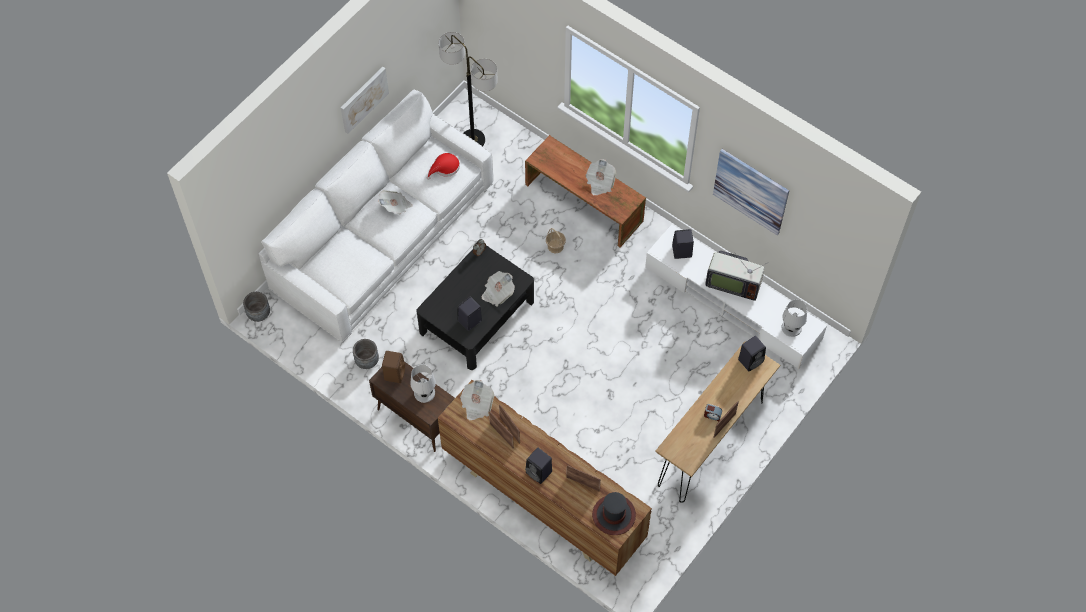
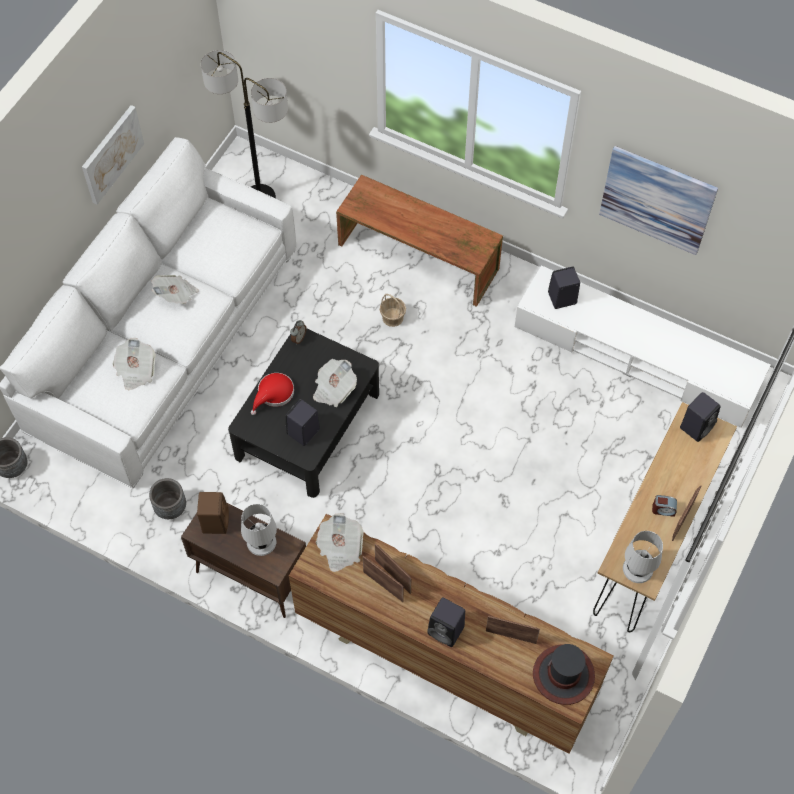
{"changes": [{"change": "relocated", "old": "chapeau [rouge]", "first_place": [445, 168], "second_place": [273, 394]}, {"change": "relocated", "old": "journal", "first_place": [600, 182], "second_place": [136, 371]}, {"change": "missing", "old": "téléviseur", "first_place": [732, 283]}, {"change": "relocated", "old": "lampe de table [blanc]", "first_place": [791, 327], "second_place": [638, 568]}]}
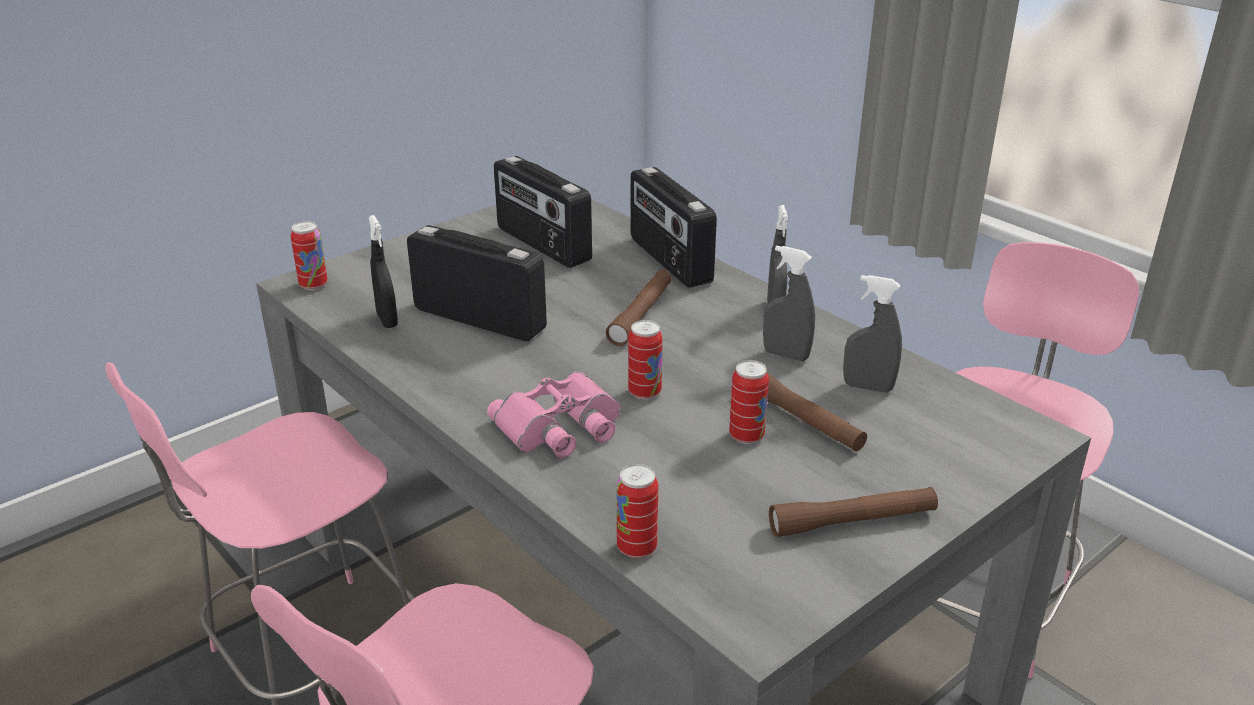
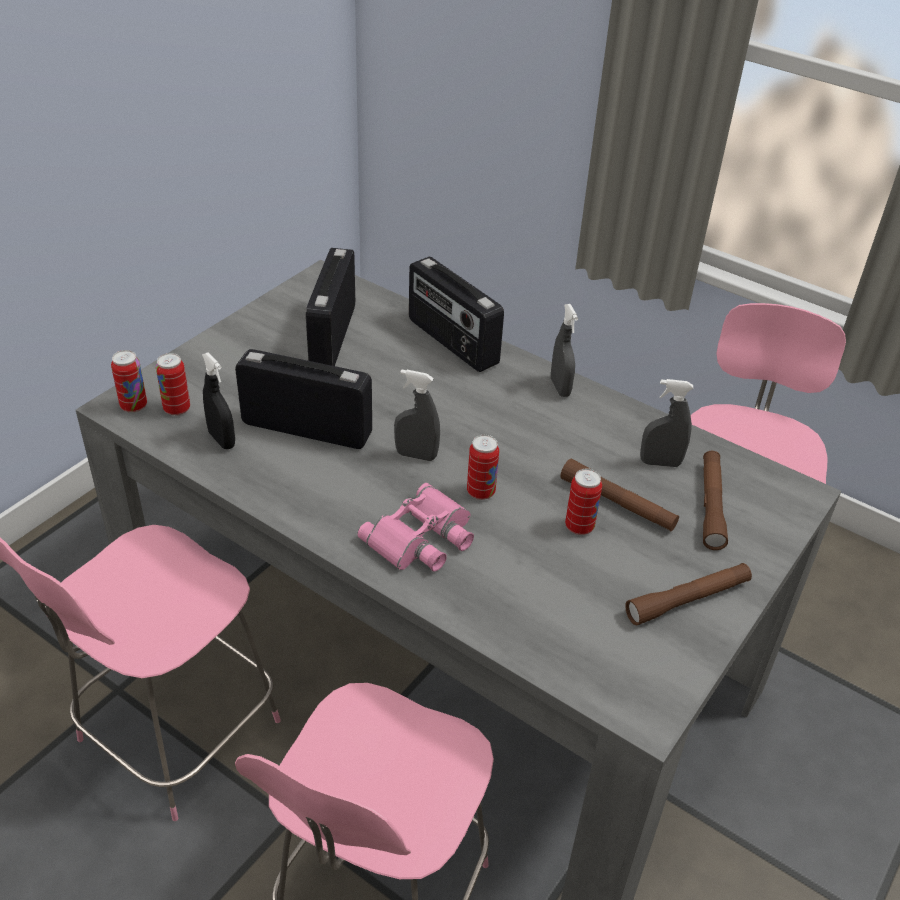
{"changes": [{"change": "spun", "old": "radio", "first_place": [542, 245], "second_place": [331, 335], "degrees": 60}, {"change": "relocated", "old": "vaporisateur [gris]", "first_place": [786, 355], "second_place": [416, 455]}, {"change": "relocated", "old": "lampe de poche [marron]", "first_place": [641, 315], "second_place": [711, 505]}, {"change": "relocated", "old": "boîte métallique", "first_place": [637, 548], "second_place": [177, 409]}]}
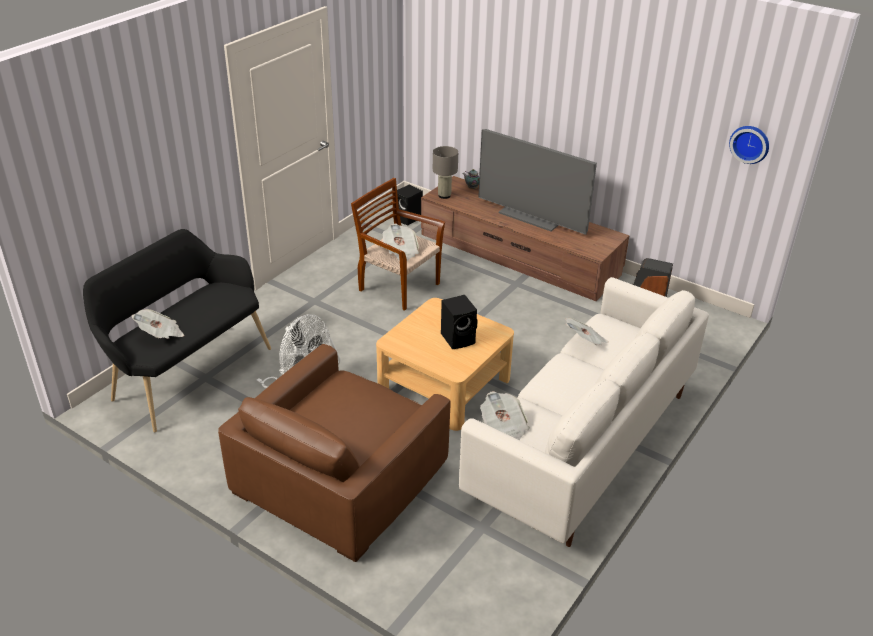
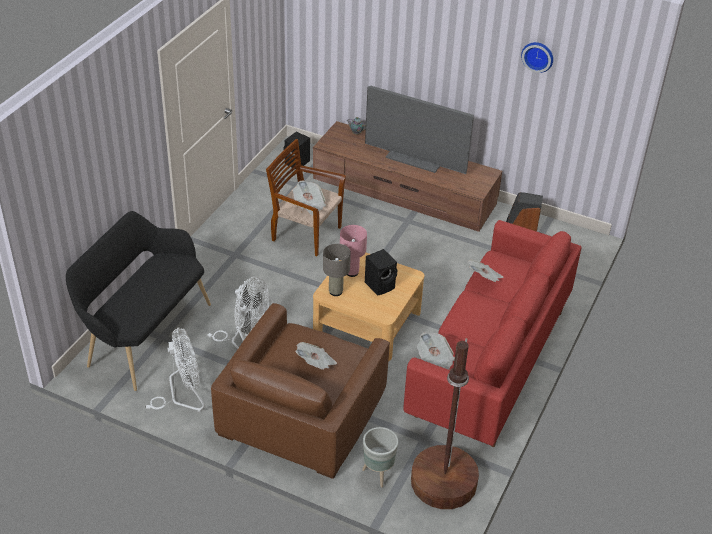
{"changes": [{"change": "relocated", "old": "horloge murale", "first_place": [750, 143], "second_place": [538, 56]}, {"change": "relocated", "old": "lampe de table [gris]", "first_place": [444, 196], "second_place": [336, 292]}, {"change": "colour", "old": "canapé [blanc]", "new": "canapé [rouge]", "first_place": [582, 444], "second_place": [489, 362]}, {"change": "relocated", "old": "journal", "first_place": [161, 334], "second_place": [316, 363]}, {"change": "appeared", "new": "lampe de table [rose]", "second_place": [352, 272]}, {"change": "appeared", "new": "ventilateur [blanc]", "second_place": [182, 390]}, {"change": "appeared", "new": "lampadaire [marron]", "second_place": [444, 483]}, {"change": "appeared", "new": "cache-pot [gris]", "second_place": [378, 474]}]}
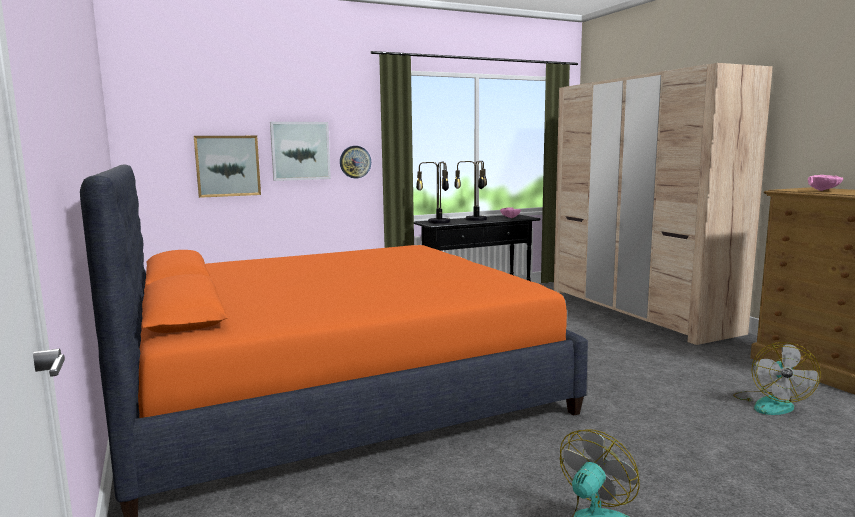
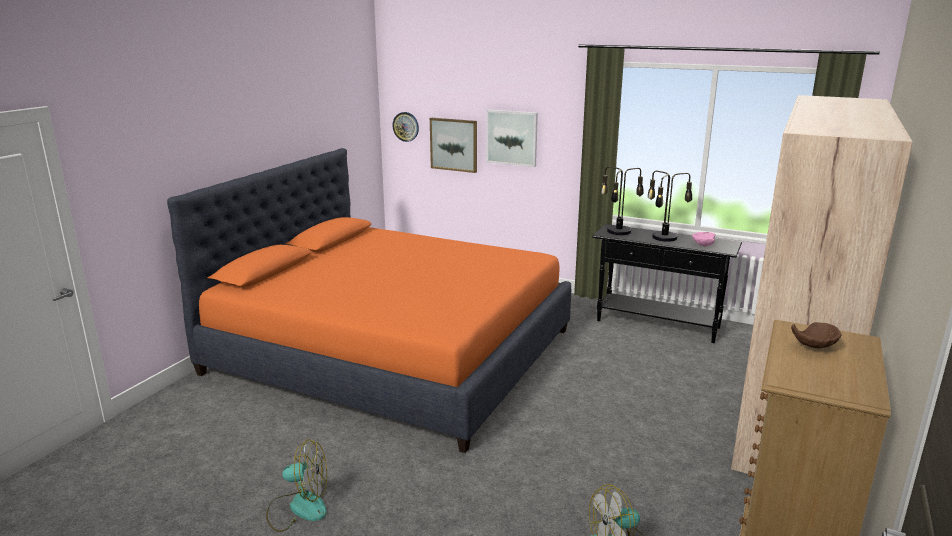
{"changes": [{"change": "relocated", "old": "horloge murale", "first_place": [355, 162], "second_place": [406, 126]}, {"change": "colour", "old": "bol [rose]", "new": "bol [marron]", "first_place": [824, 190], "second_place": [813, 348]}]}
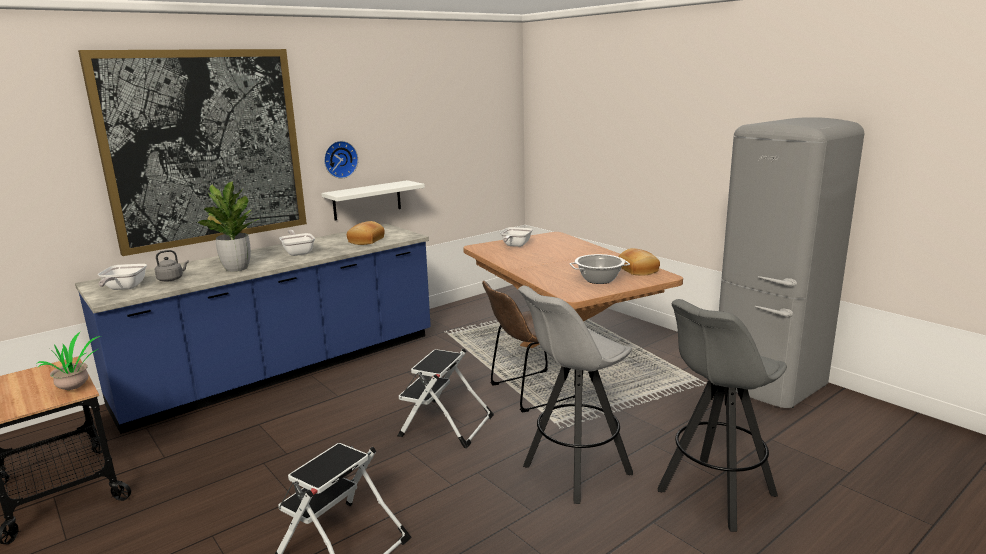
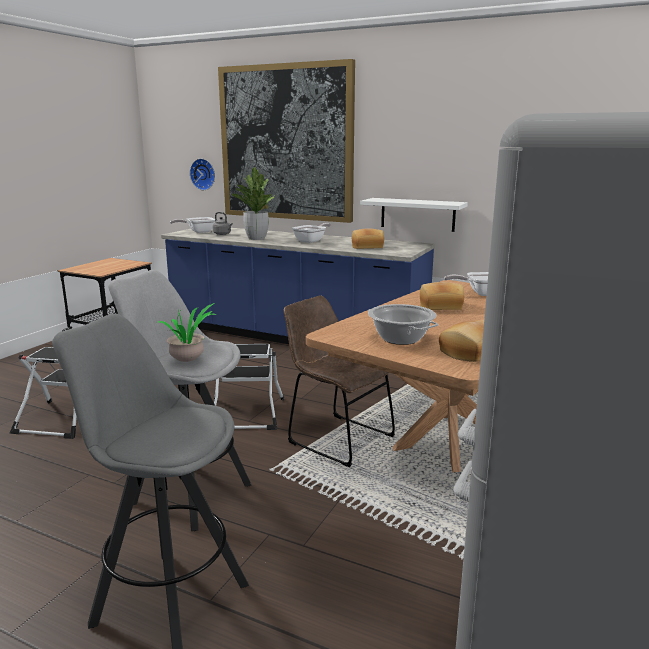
{"changes": [{"change": "relocated", "old": "horloge murale", "first_place": [339, 159], "second_place": [203, 174]}, {"change": "relocated", "old": "plante en pot", "first_place": [76, 388], "second_place": [190, 361]}, {"change": "appeared", "new": "pain", "second_place": [440, 306]}]}
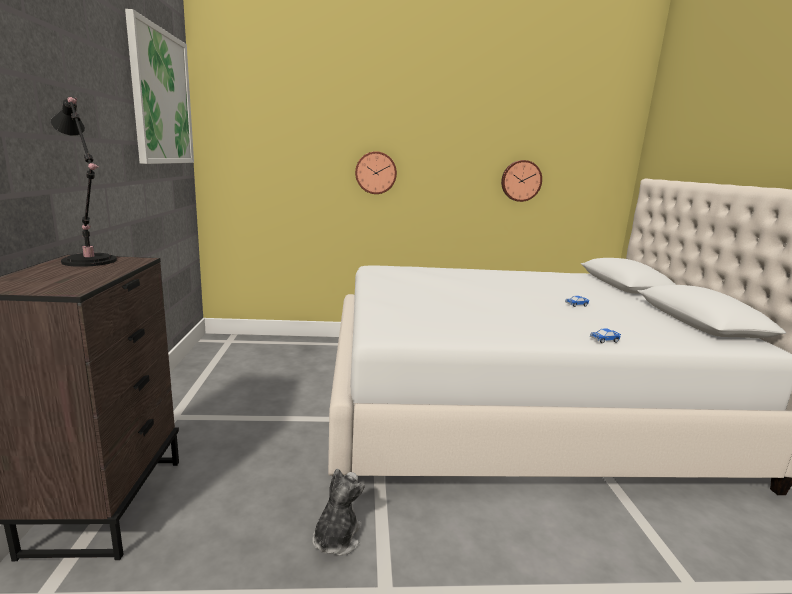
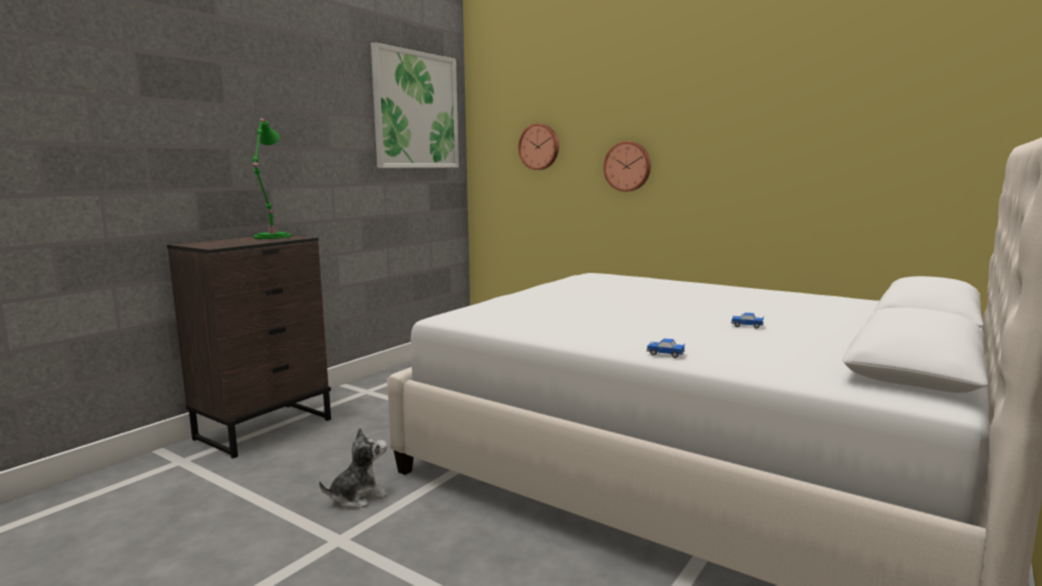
{"changes": [{"change": "colour", "old": "lampe de table [noir]", "new": "lampe de table [vert]", "first_place": [90, 262], "second_place": [271, 237]}, {"change": "relocated", "old": "horloge murale", "first_place": [520, 180], "second_place": [539, 147]}]}
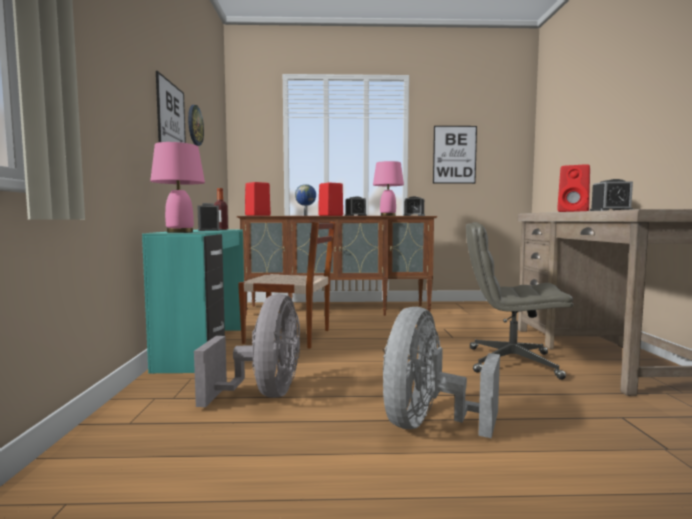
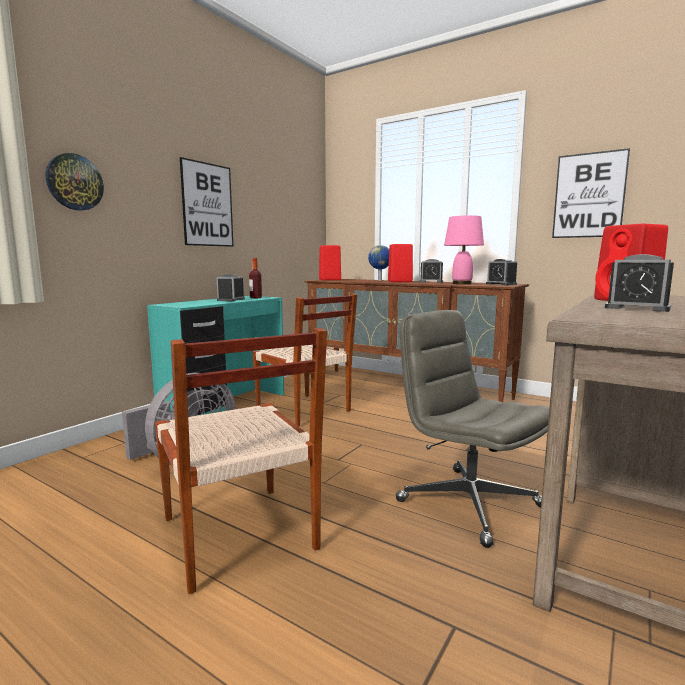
{"changes": [{"change": "relocated", "old": "horloge murale", "first_place": [194, 125], "second_place": [74, 182]}, {"change": "missing", "old": "lampe de table [rose]", "first_place": [179, 232]}, {"change": "exchanged", "old": "ventilateur [gris]", "new": "chaise", "first_place": [428, 424], "second_place": [239, 537]}]}
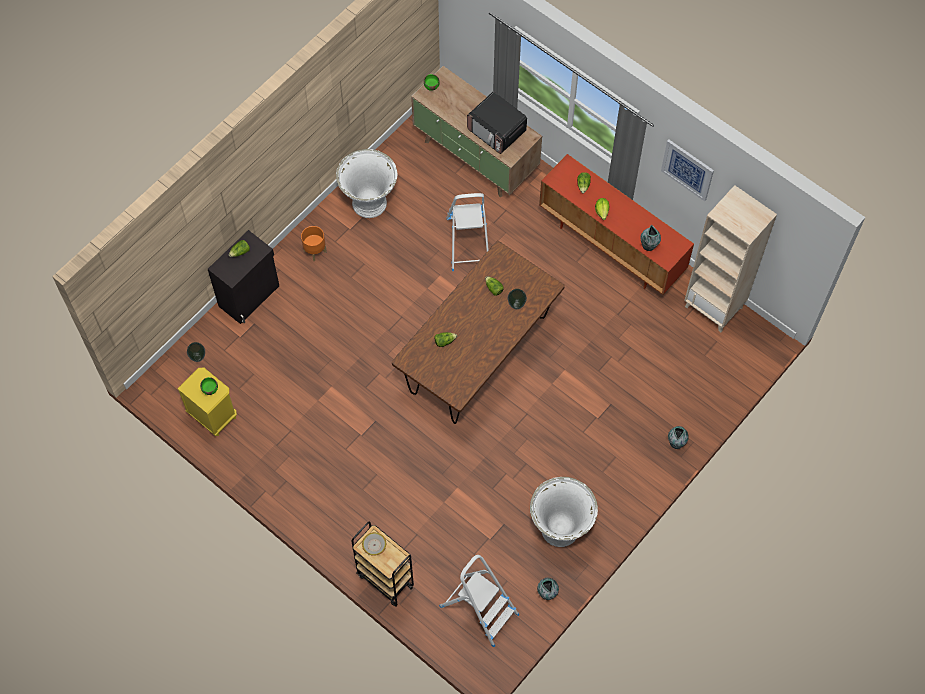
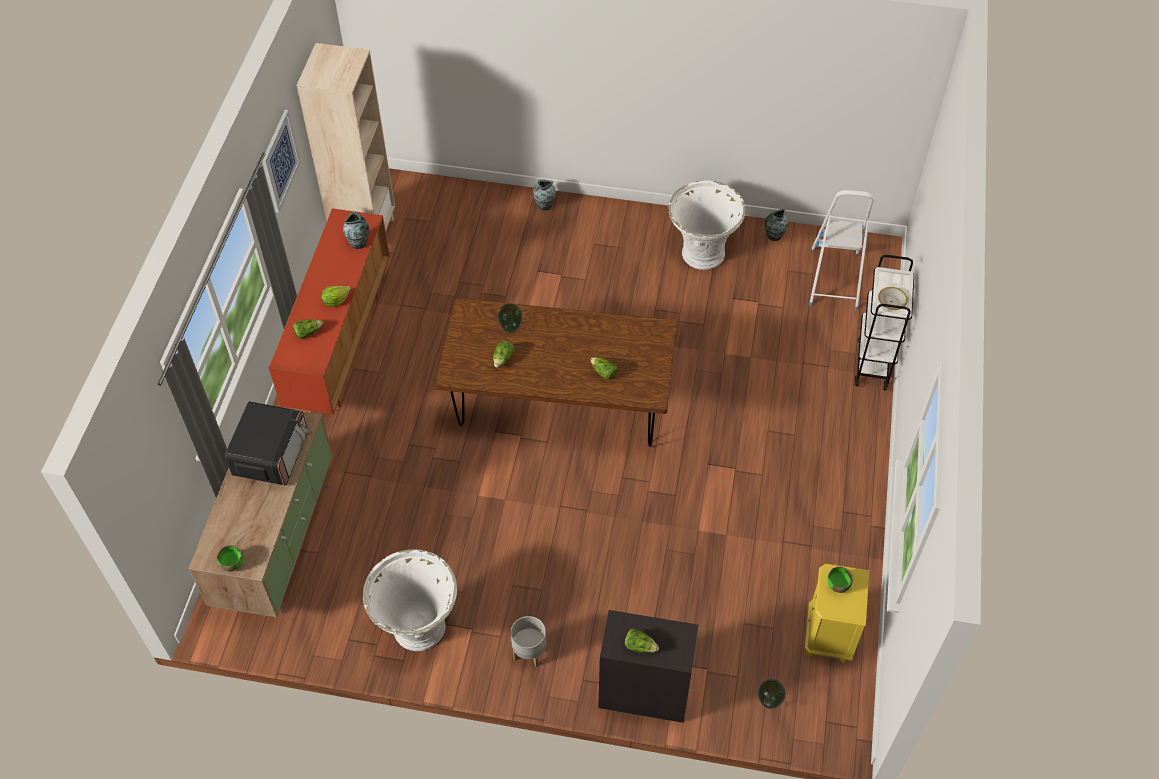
{"changes": [{"change": "missing", "old": "escabeau [blanc]", "first_place": [468, 241]}, {"change": "colour", "old": "cache-pot [orange]", "new": "cache-pot [gris]", "first_place": [315, 251], "second_place": [529, 652]}, {"change": "colour", "old": "chariot [marron]", "new": "chariot [blanc]", "first_place": [384, 582], "second_place": [873, 365]}]}
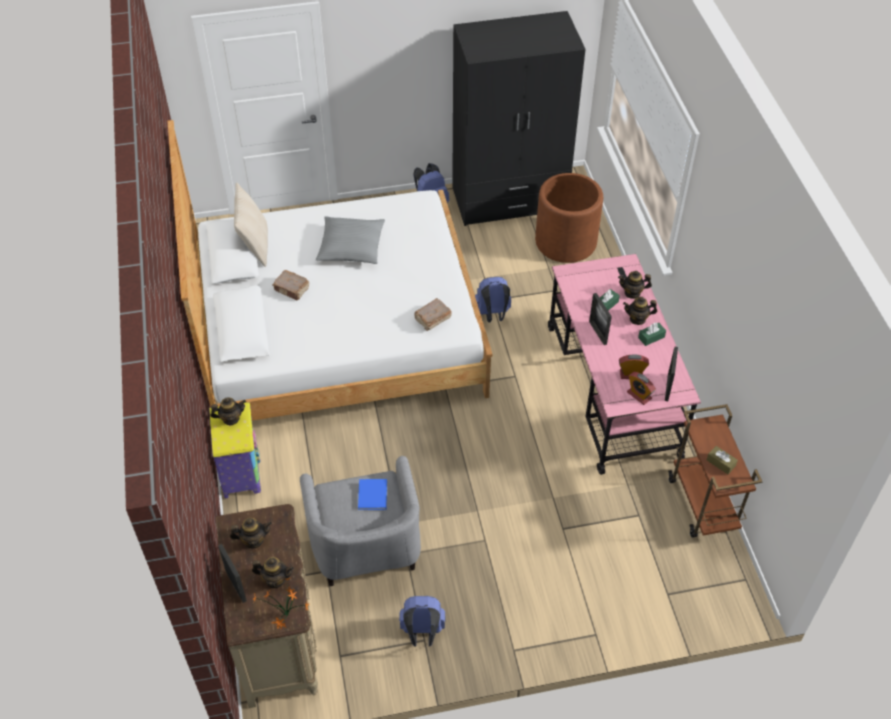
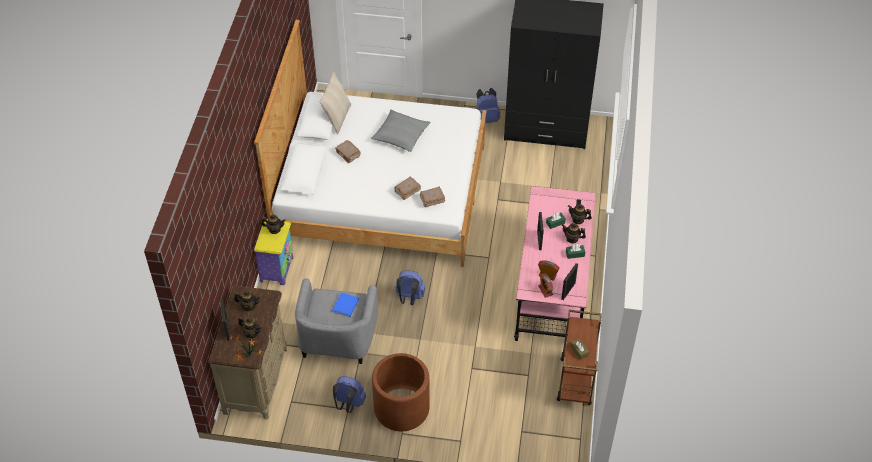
{"changes": [{"change": "relocated", "old": "cache-pot [marron]", "first_place": [566, 242], "second_place": [402, 408]}, {"change": "relocated", "old": "sac à dos [bleu]", "first_place": [492, 314], "second_place": [409, 298]}, {"change": "appeared", "new": "livre [marron]", "second_place": [407, 191]}]}
